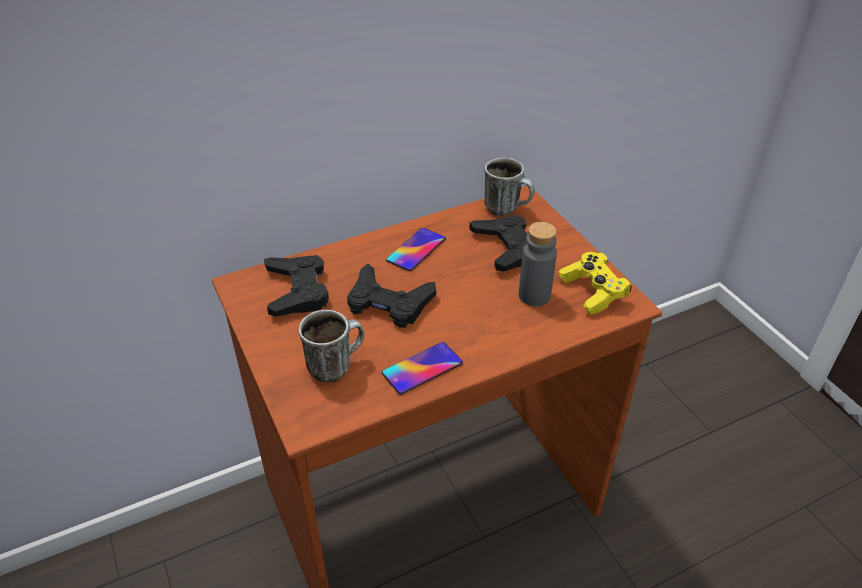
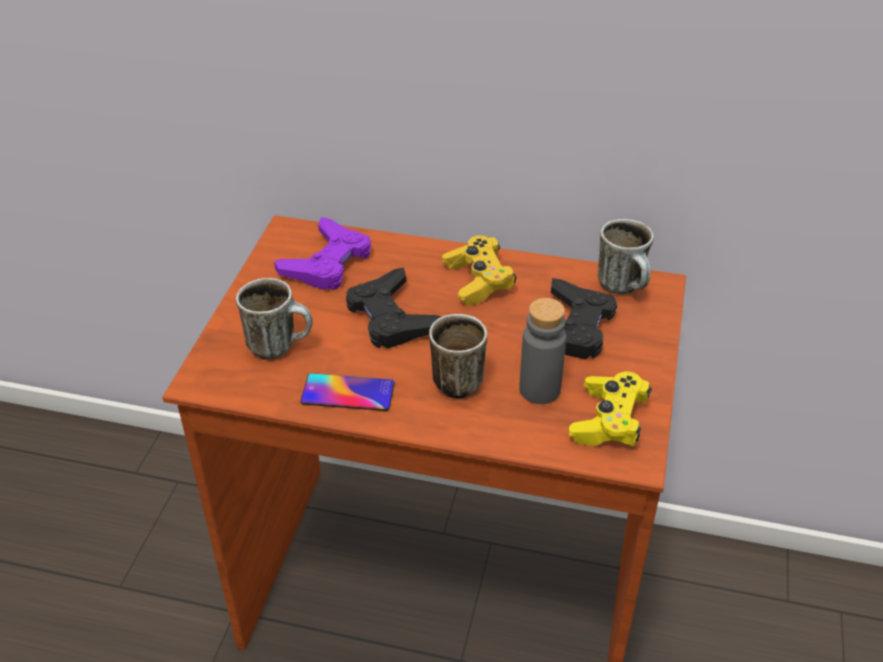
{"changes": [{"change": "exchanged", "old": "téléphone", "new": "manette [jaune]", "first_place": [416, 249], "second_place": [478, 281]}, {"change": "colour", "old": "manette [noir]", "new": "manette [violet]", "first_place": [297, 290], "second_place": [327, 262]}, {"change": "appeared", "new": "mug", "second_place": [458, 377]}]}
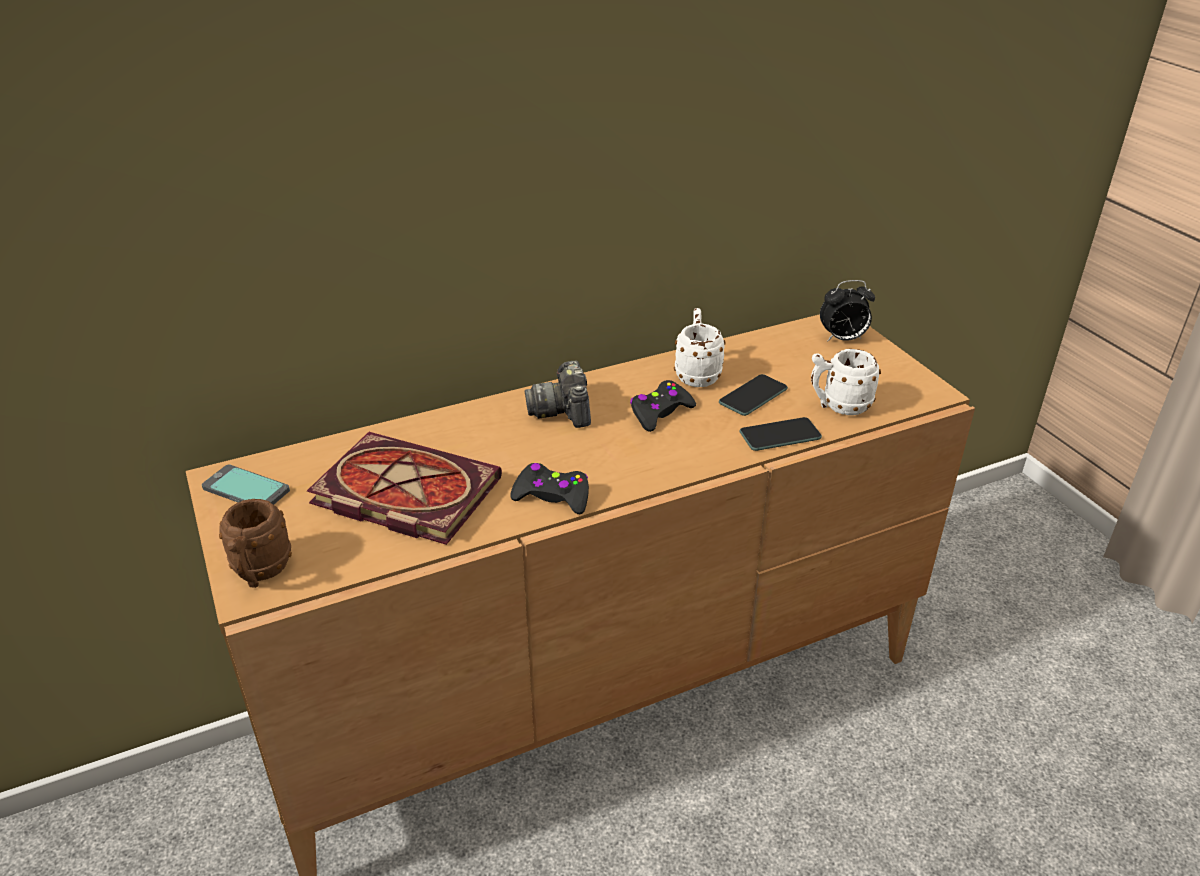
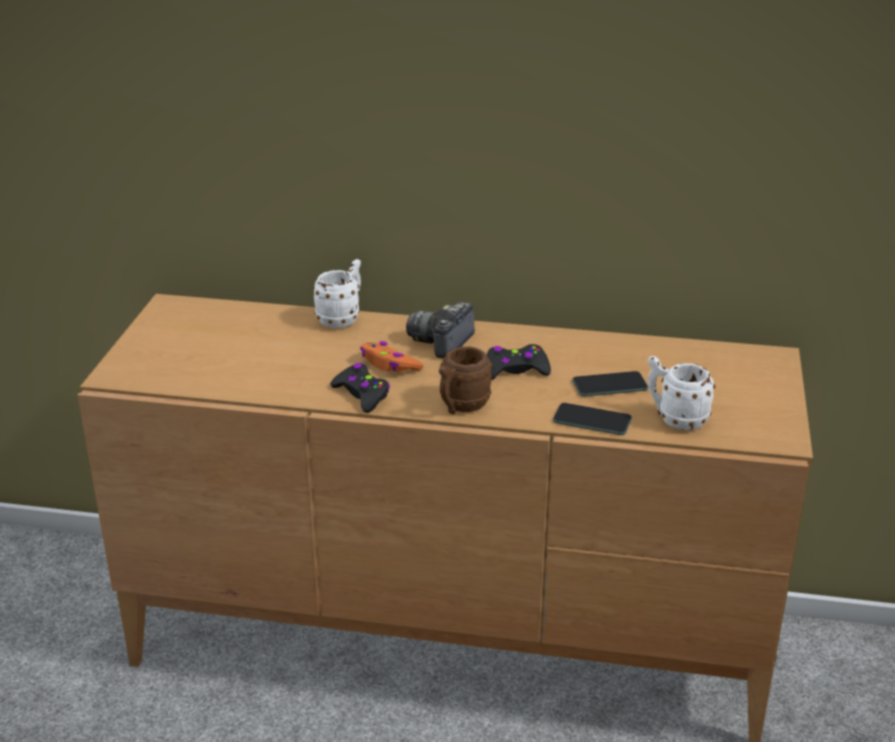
{"changes": [{"change": "missing", "old": "réveil", "first_place": [842, 339]}, {"change": "relocated", "old": "mug [blanc]", "first_place": [696, 374], "second_place": [342, 318]}, {"change": "missing", "old": "livre", "first_place": [401, 493]}, {"change": "missing", "old": "téléphone", "first_place": [246, 490]}, {"change": "relocated", "old": "mug [marron]", "first_place": [259, 573], "second_place": [460, 407]}, {"change": "appeared", "new": "manette [orange]", "second_place": [389, 365]}]}
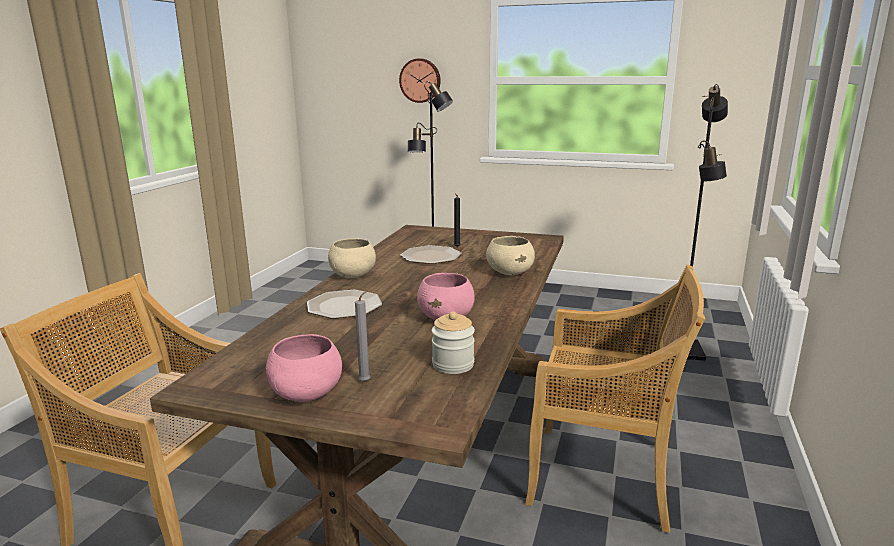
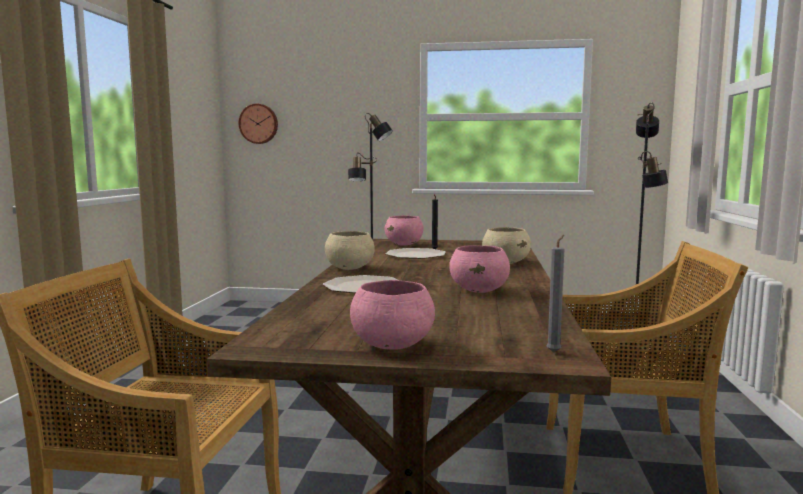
{"changes": [{"change": "relocated", "old": "horloge murale", "first_place": [420, 80], "second_place": [259, 124]}, {"change": "relocated", "old": "bougie [gris]", "first_place": [366, 381], "second_place": [555, 352]}, {"change": "missing", "old": "bocal", "first_place": [453, 365]}, {"change": "appeared", "new": "bol [rose]", "second_place": [404, 244]}]}
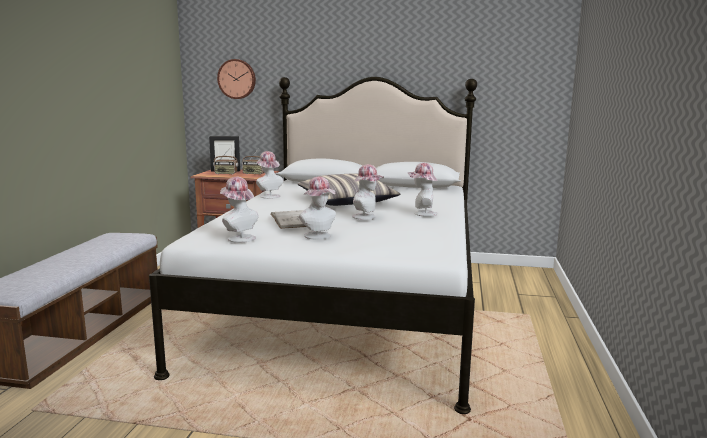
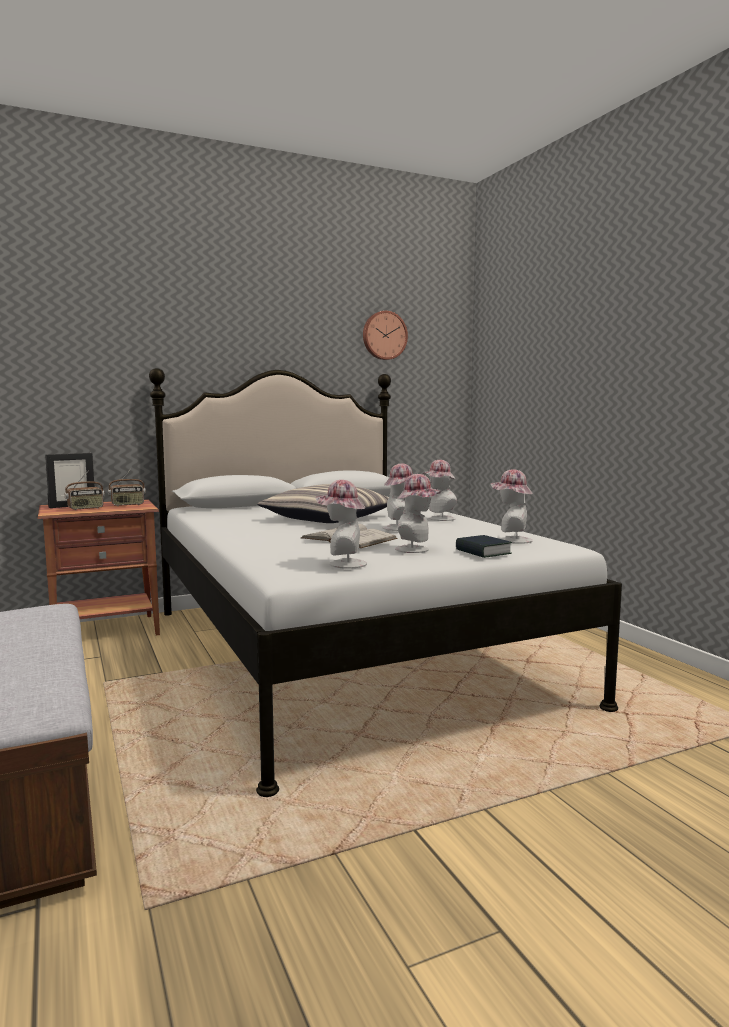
{"changes": [{"change": "relocated", "old": "horloge murale", "first_place": [237, 79], "second_place": [384, 335]}, {"change": "relocated", "old": "chapeau", "first_place": [268, 196], "second_place": [511, 540]}, {"change": "appeared", "new": "livre", "second_place": [483, 552]}]}
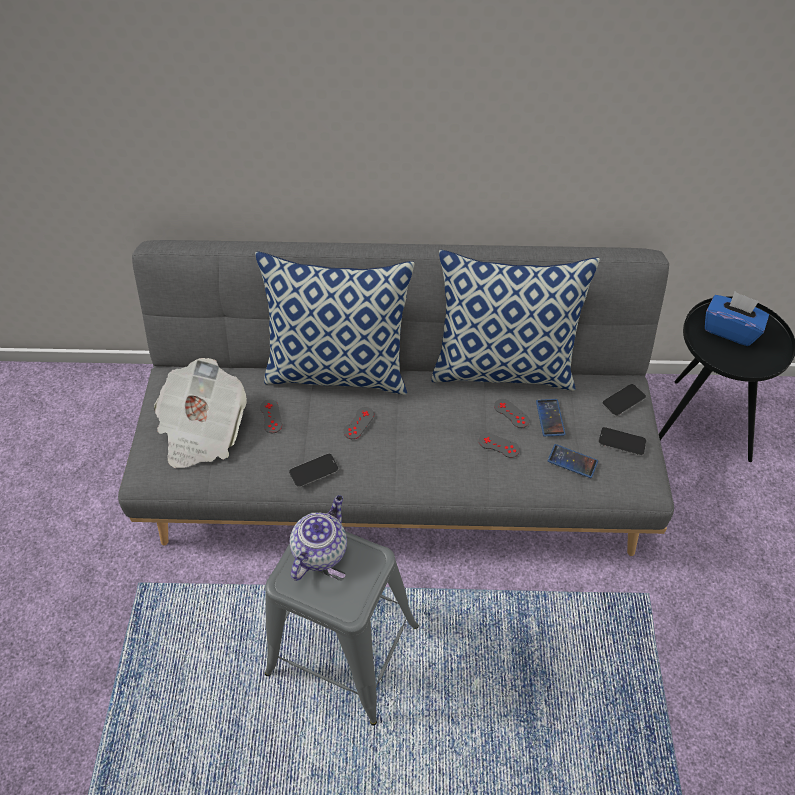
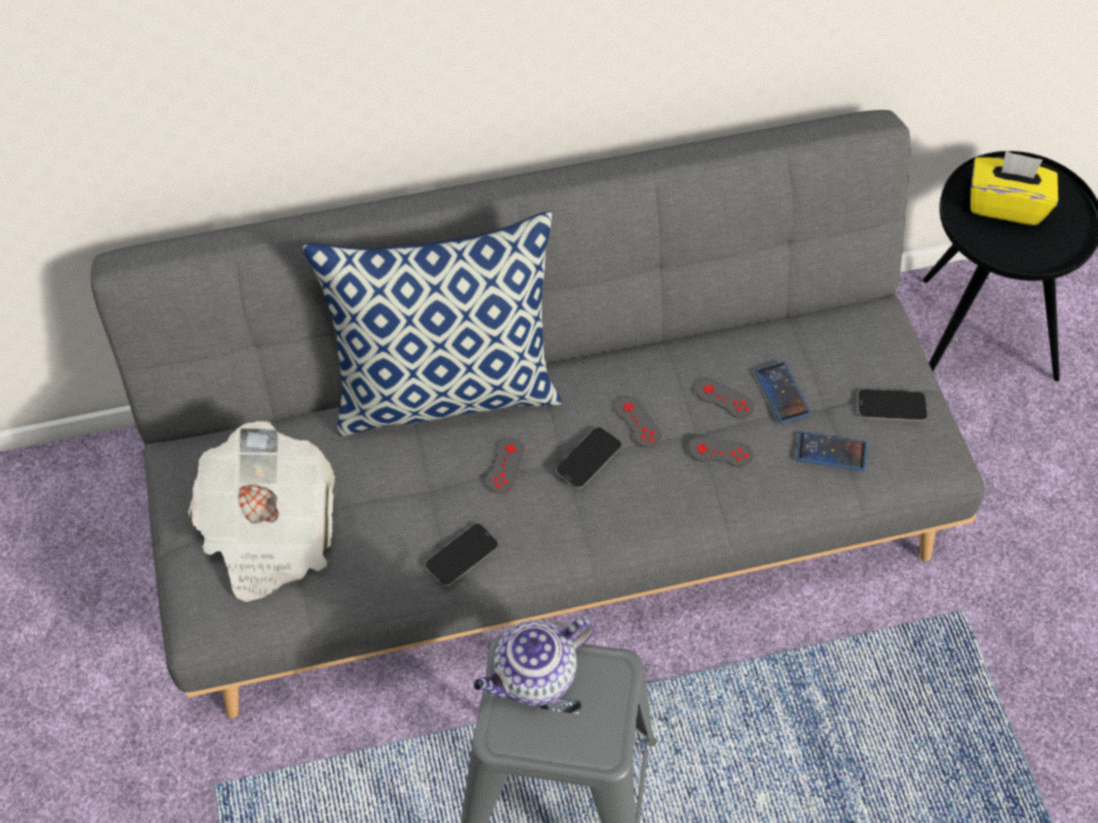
{"changes": [{"change": "missing", "old": "coussin", "first_place": [503, 368]}, {"change": "colour", "old": "boîte à mouchoirs [bleu]", "new": "boîte à mouchoirs [jaune]", "first_place": [729, 329], "second_place": [1005, 204]}, {"change": "relocated", "old": "téléphone", "first_place": [623, 401], "second_place": [588, 458]}, {"change": "relocated", "old": "manette [gris]", "first_place": [271, 416], "second_place": [638, 422]}, {"change": "spun", "old": "théière", "first_place": [320, 550], "second_place": [534, 677], "degrees": -135}]}
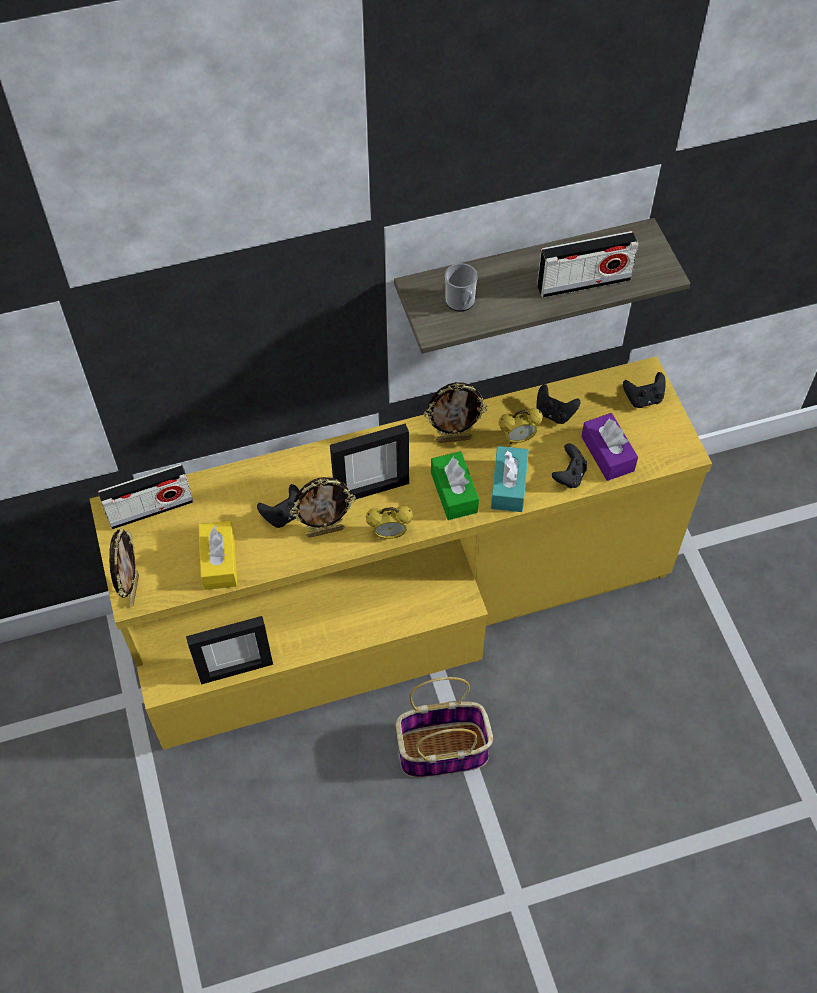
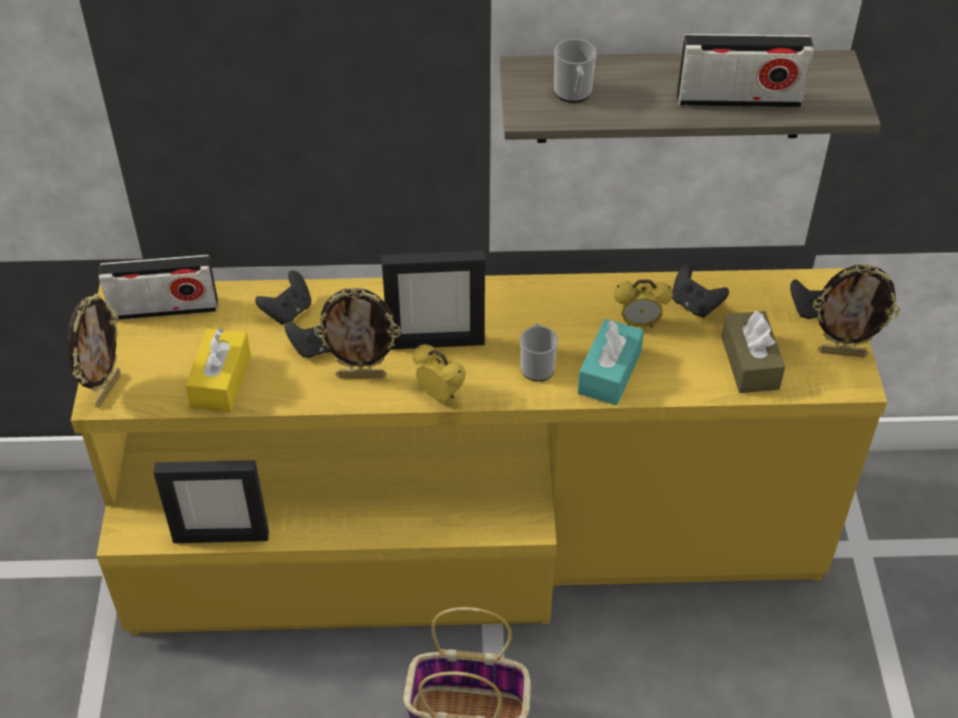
{"changes": [{"change": "relocated", "old": "cadre photo", "first_place": [453, 439], "second_place": [842, 352]}, {"change": "colour", "old": "boîte à mouchoirs [violet]", "new": "boîte à mouchoirs [marron]", "first_place": [607, 453], "second_place": [750, 363]}, {"change": "relocated", "old": "manette [noir]", "first_place": [569, 475], "second_place": [288, 311]}, {"change": "exchanged", "old": "boîte à mouchoirs [vert]", "new": "mug", "first_place": [454, 492], "second_place": [537, 366]}, {"change": "spun", "old": "réveil", "first_place": [389, 534], "second_place": [440, 395], "degrees": -150}]}
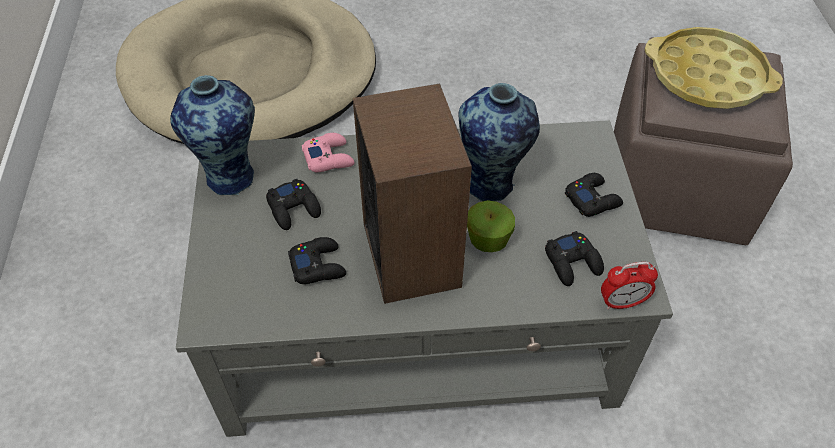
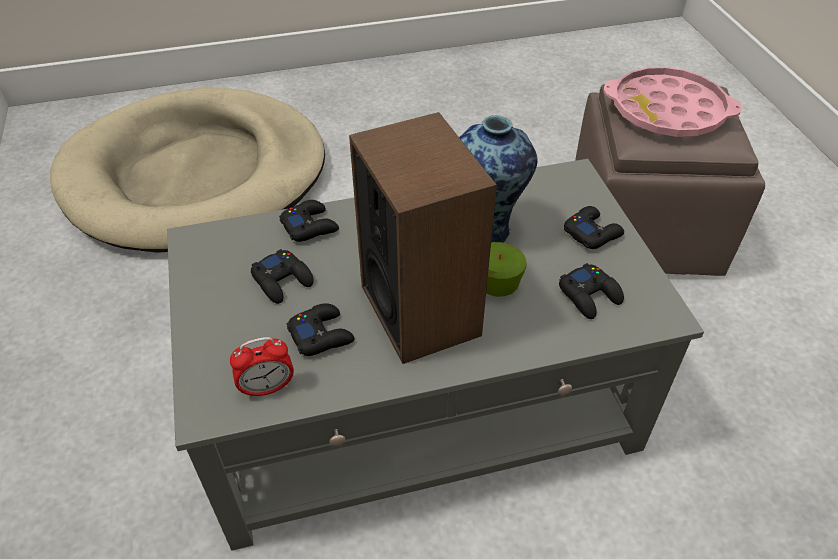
{"changes": [{"change": "colour", "old": "plateau [jaune]", "new": "plateau [rose]", "first_place": [707, 77], "second_place": [667, 112]}, {"change": "missing", "old": "vase", "first_place": [230, 175]}, {"change": "colour", "old": "manette [rose]", "new": "manette [noir]", "first_place": [329, 157], "second_place": [310, 226]}, {"change": "relocated", "old": "réveil", "first_place": [622, 302], "second_place": [267, 388]}]}
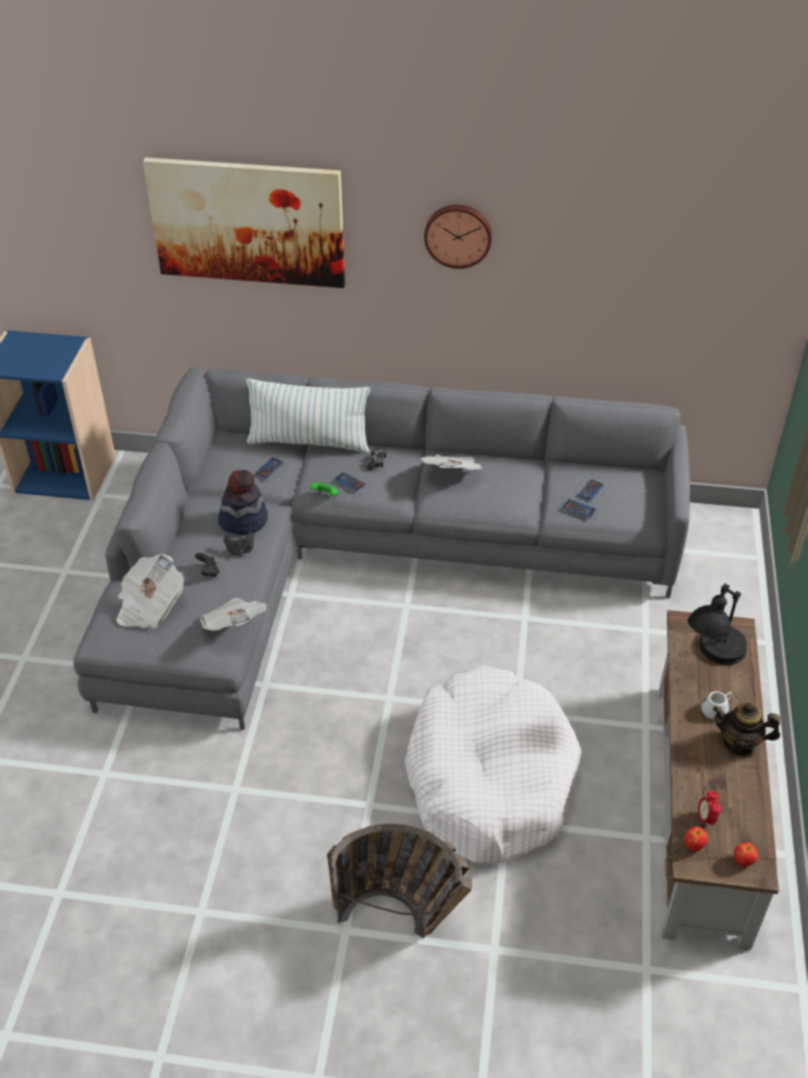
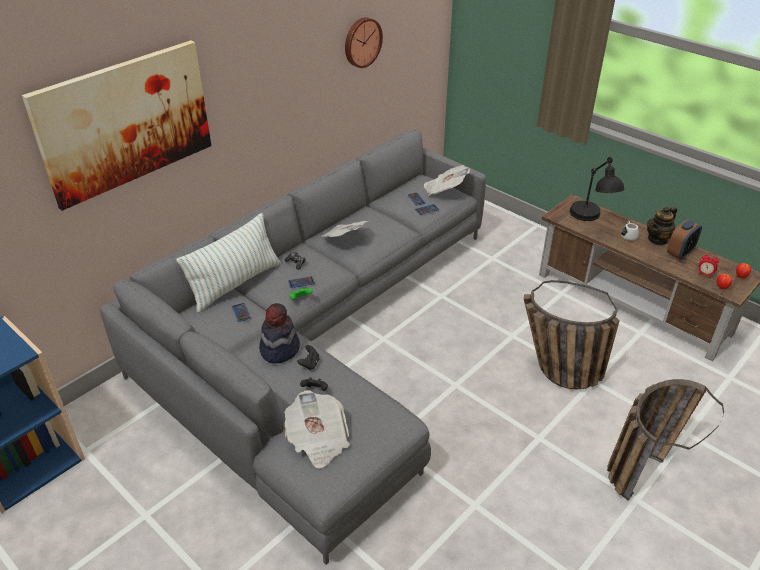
{"changes": [{"change": "relocated", "old": "horloge murale", "first_place": [458, 234], "second_place": [361, 42]}, {"change": "relocated", "old": "journal", "first_place": [235, 625], "second_place": [444, 190]}, {"change": "exchanged", "old": "panier pour chien [blanc]", "new": "panier", "first_place": [489, 778], "second_place": [555, 372]}, {"change": "appeared", "new": "réveil", "second_place": [680, 253]}]}
